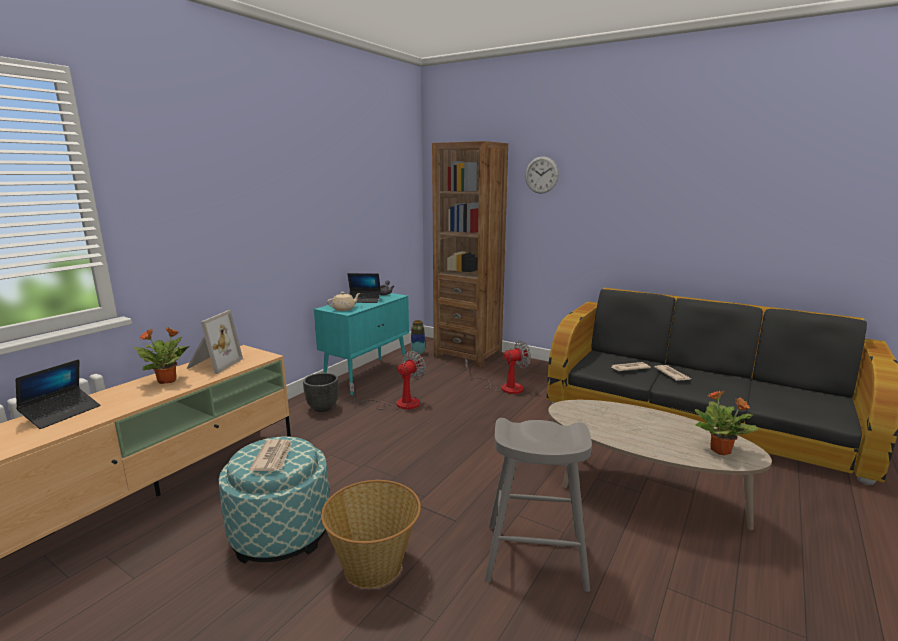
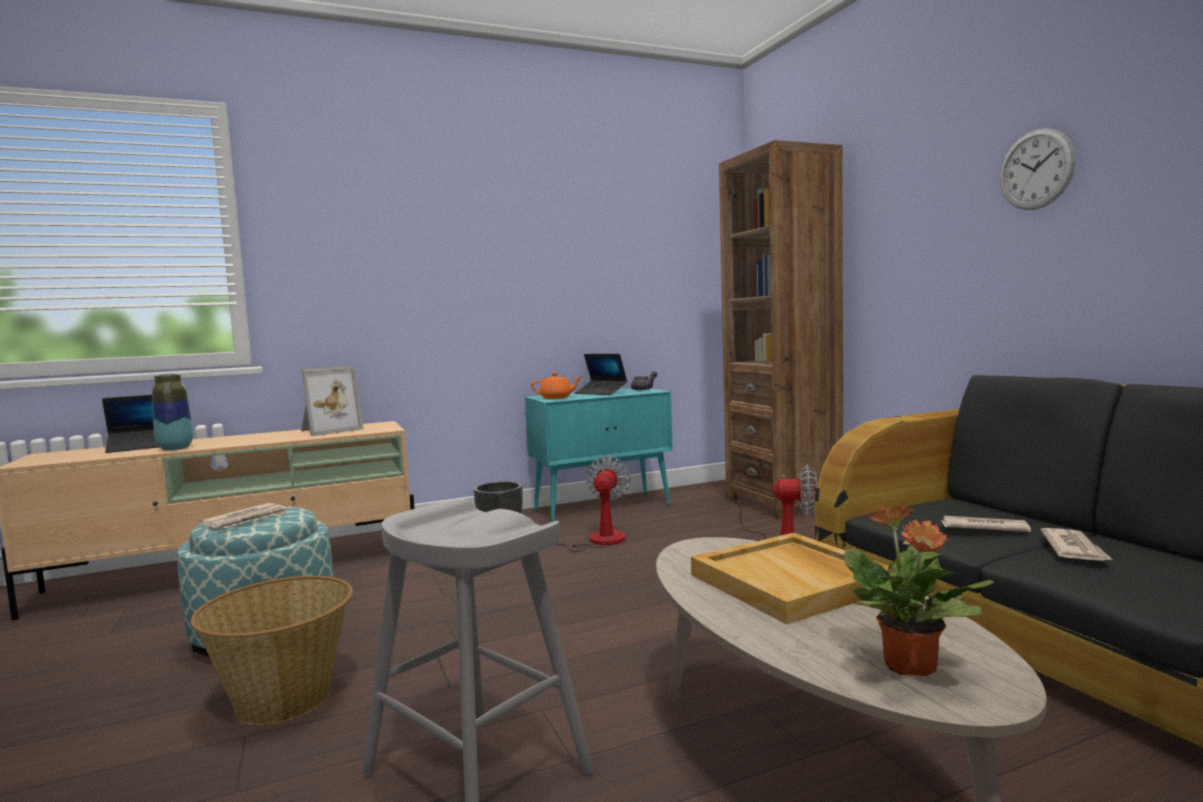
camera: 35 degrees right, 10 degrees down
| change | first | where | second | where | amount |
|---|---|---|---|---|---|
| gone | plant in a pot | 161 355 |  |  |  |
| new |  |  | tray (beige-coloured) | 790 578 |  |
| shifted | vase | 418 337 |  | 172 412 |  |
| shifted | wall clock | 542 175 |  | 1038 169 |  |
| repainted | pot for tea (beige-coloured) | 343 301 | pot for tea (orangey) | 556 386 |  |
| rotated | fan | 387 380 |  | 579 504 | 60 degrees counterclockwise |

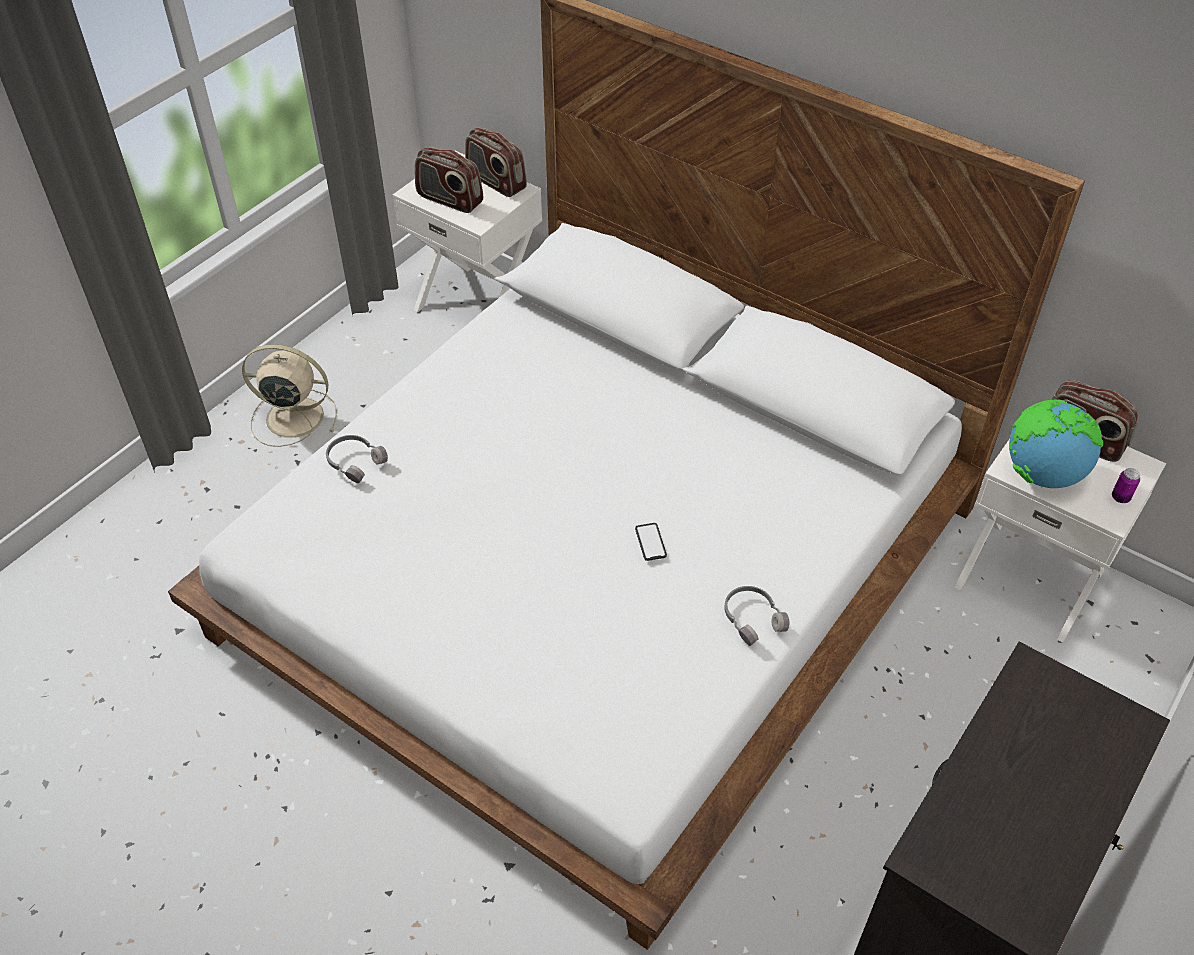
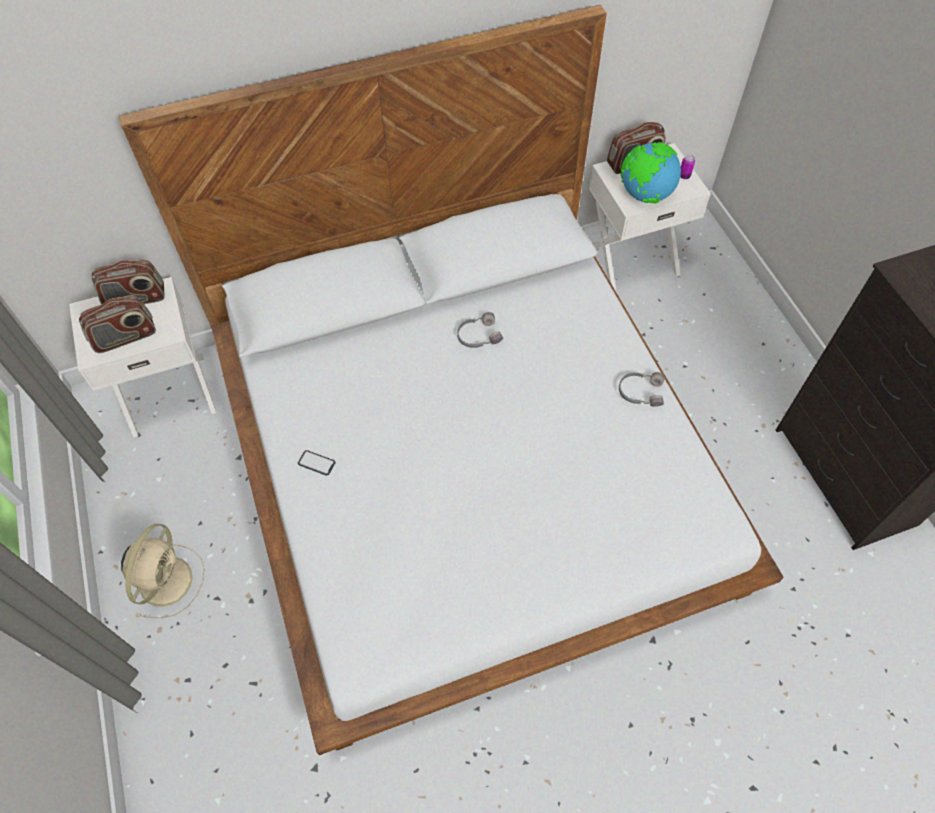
camera: 55 degrees left, 10 degrees up
| change | first | where | second | where | amount |
|---|---|---|---|---|---|
| shifted | headset (greyish) | 357 459 |  | 480 330 |  |
| shifted | handset | 651 542 |  | 317 462 |  |
| rotated | fan (beige-coloured) | 289 395 |  | 162 571 | 150 degrees clockwise |

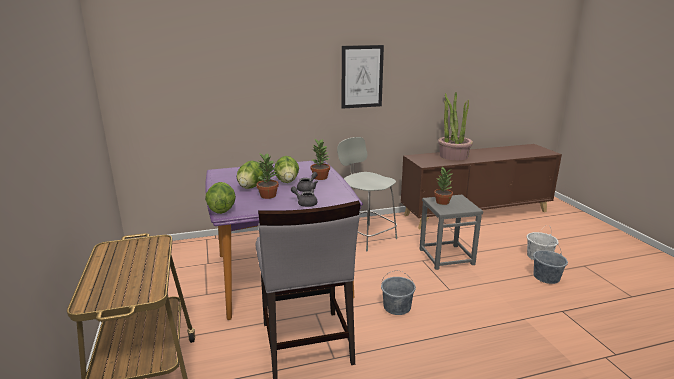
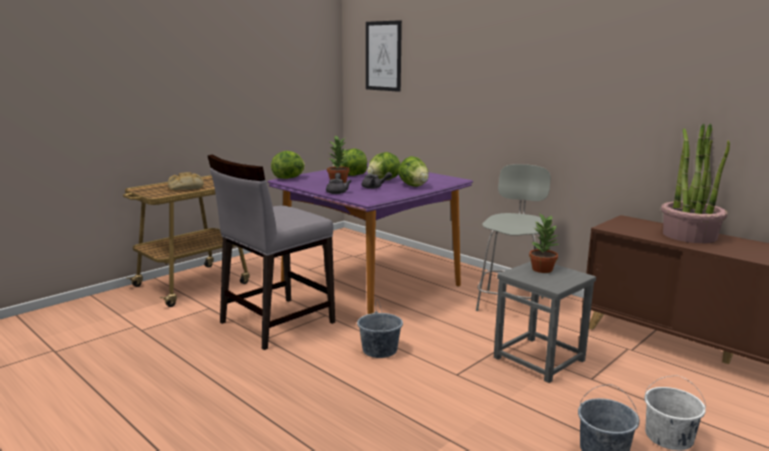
camera: 60 degrees right, 5 degrees down
| change | first | where | second | where | amount |
|---|---|---|---|---|---|
| new |  |  | bakery bread | 186 181 |  |
| shifted | wall art | 363 77 |  | 384 56 |  |
| swapped | plant in a pot | 320 159 | head of lettuce | 413 171 |  |

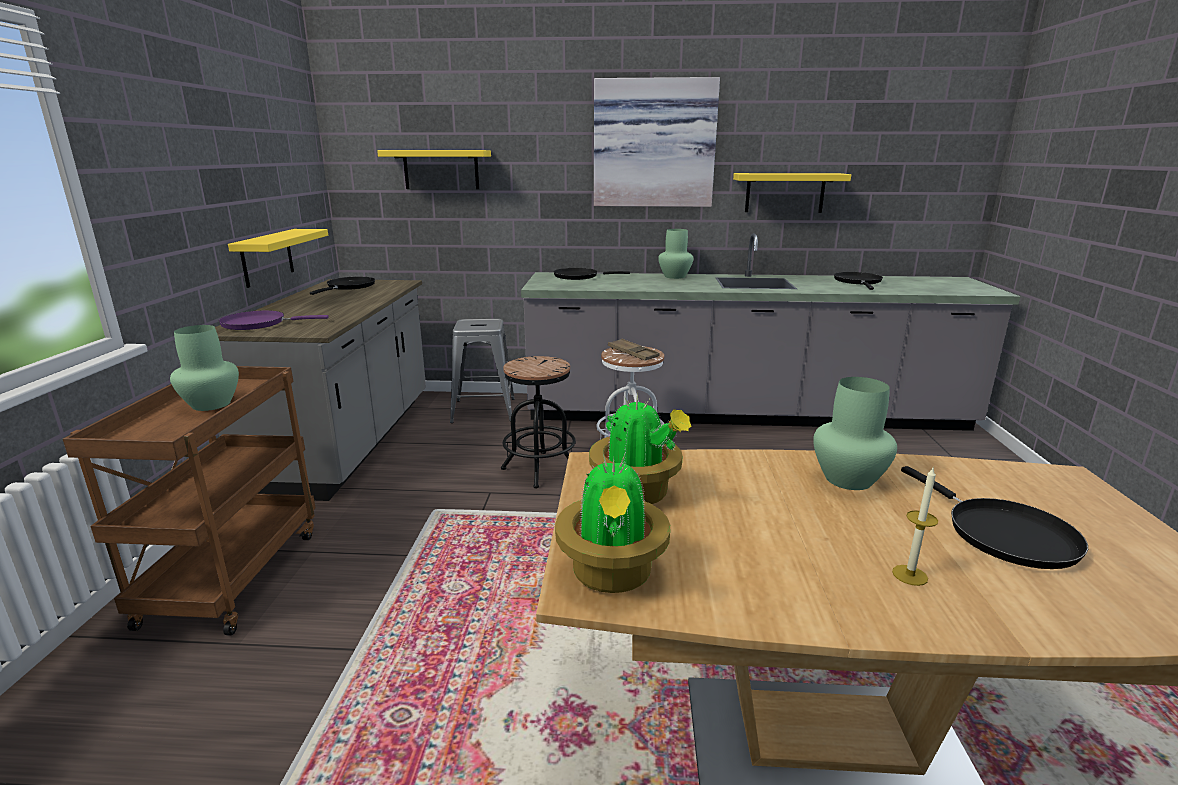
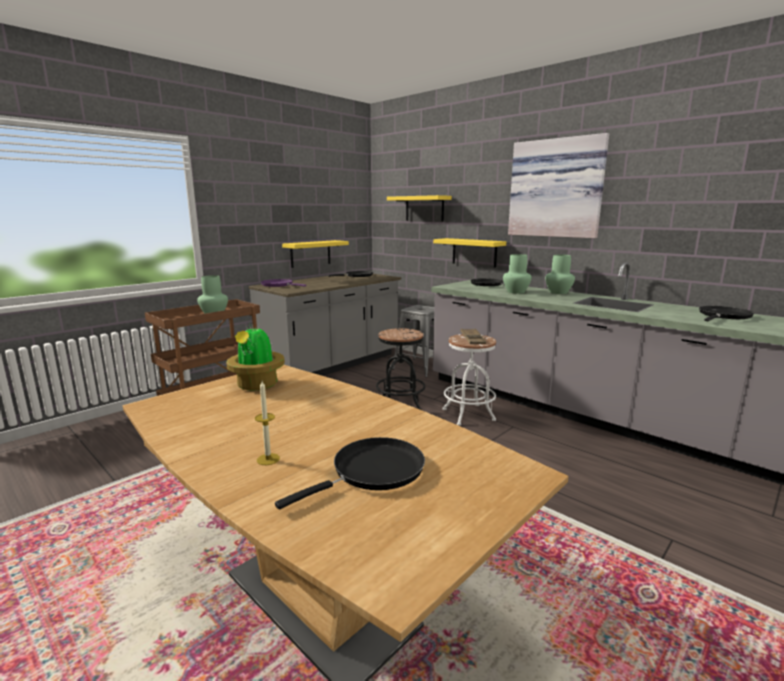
camera: 40 degrees right, 5 degrees down
| change | first | where | second | where | amount |
|---|---|---|---|---|---|
| gone | plant in a pot | 612 522 |  |  |  |
| shifted | bracket shelf (yellow-coloured) | 792 193 |  | 469 253 |  |
| shifted | vase (green-coloured) | 855 433 |  | 517 274 |  |
| rotated | pan (blackish) | 994 517 |  | 350 473 | 150 degrees counterclockwise |

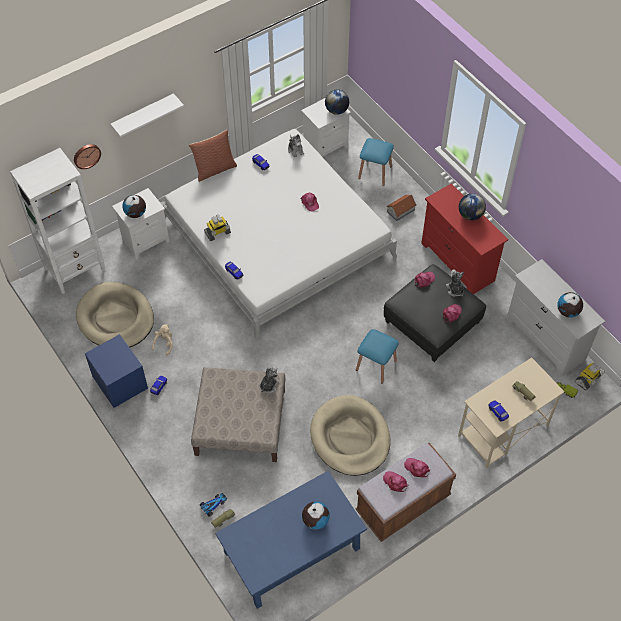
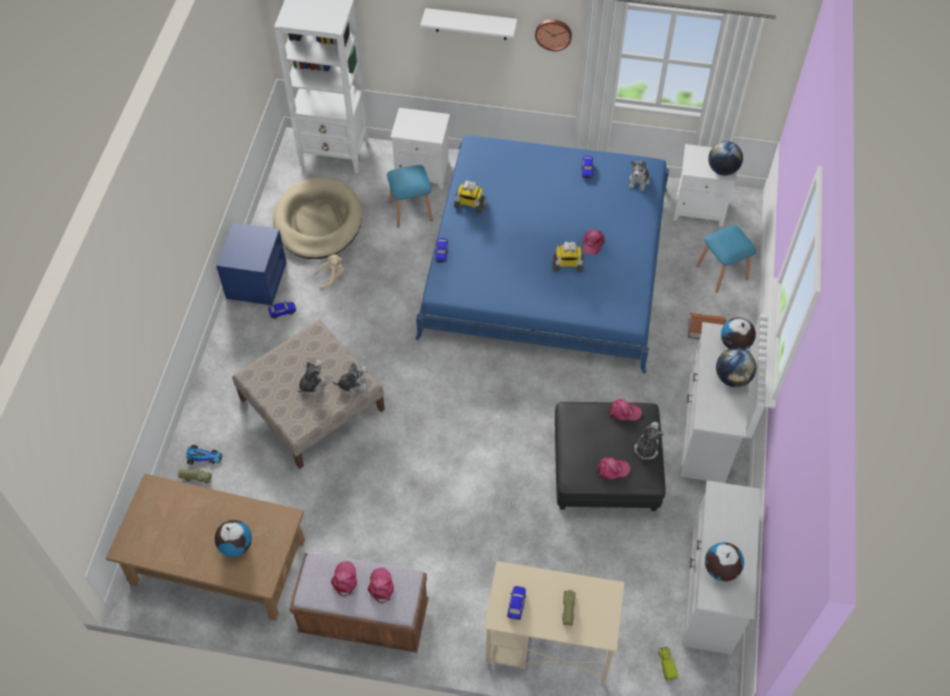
camera: 45 degrees right, 0 degrees up
| change | first | where | second | where | amount |
|---|---|---|---|---|---|
| gone | throw pillow | 213 156 |  |  |  |
| gone | dog bed (beige-coloured) | 350 435 |  |  |  |
| new |  |  | cuddly toy | 312 377 |  |
| shifted | wall clock | 87 156 |  | 553 35 |  |
| shifted | globe | 134 206 |  | 738 333 |  |
| shifted | stool seat (blue-coloured) | 377 356 |  | 410 196 |  |
| shifted | toy robot | 590 377 |  | 568 256 |  |
| repainted | sleeping bed (white-coloured) | 278 233 | sleeping bed (blue-coloured) | 542 254 |  |
| repainted | low table (blue-coloured) | 291 540 | low table (brown) | 205 547 |  |
| repainted | drawer chest (red-coloured) | 464 238 | drawer chest (white-coloured) | 715 402 |  |

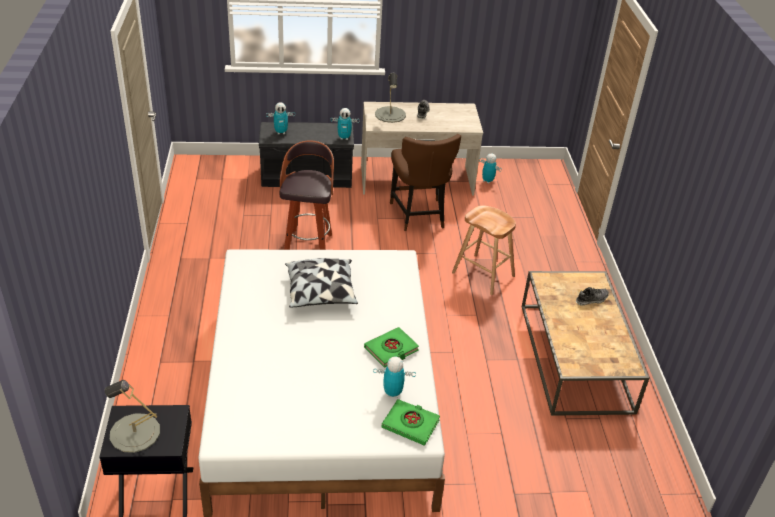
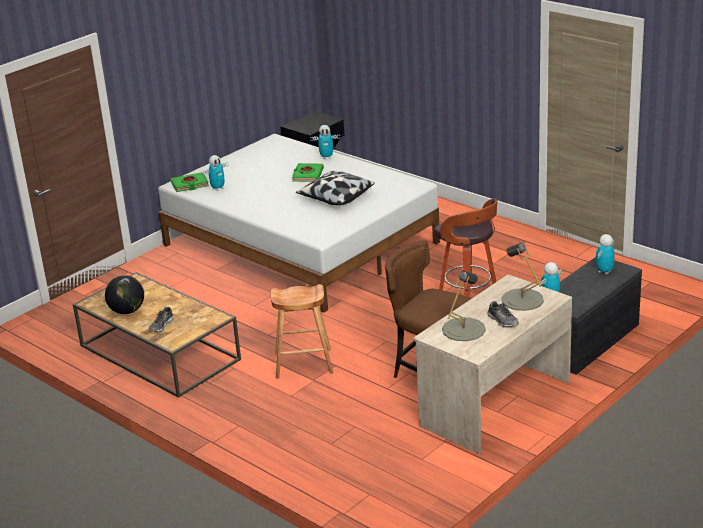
camera: 140 degrees right, 10 degrees down
| change | first | where | second | where | amount |
|---|---|---|---|---|---|
| new |  |  | globe | 124 294 |  |
| shifted | lamp for a table (greyish) | 132 416 |  | 464 306 |  |
| shifted | volume (green-coloured) | 391 347 |  | 308 172 |  |
| shifted | toy robot | 490 168 |  | 325 142 |  |

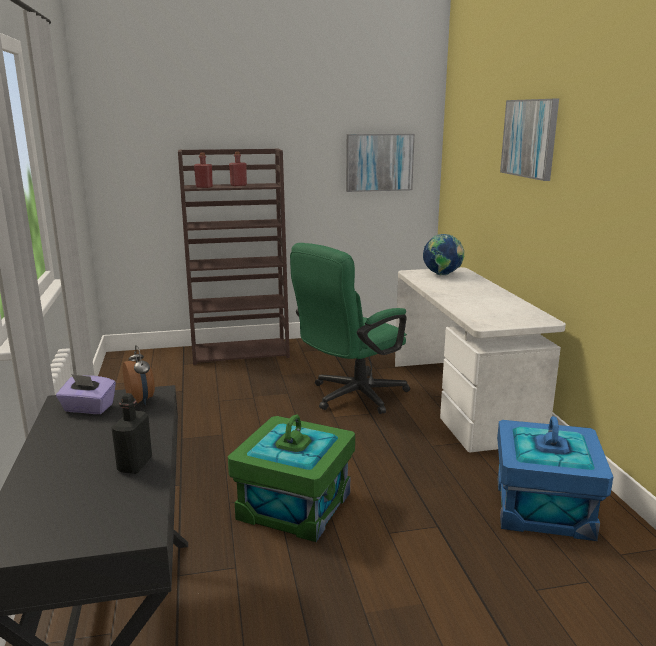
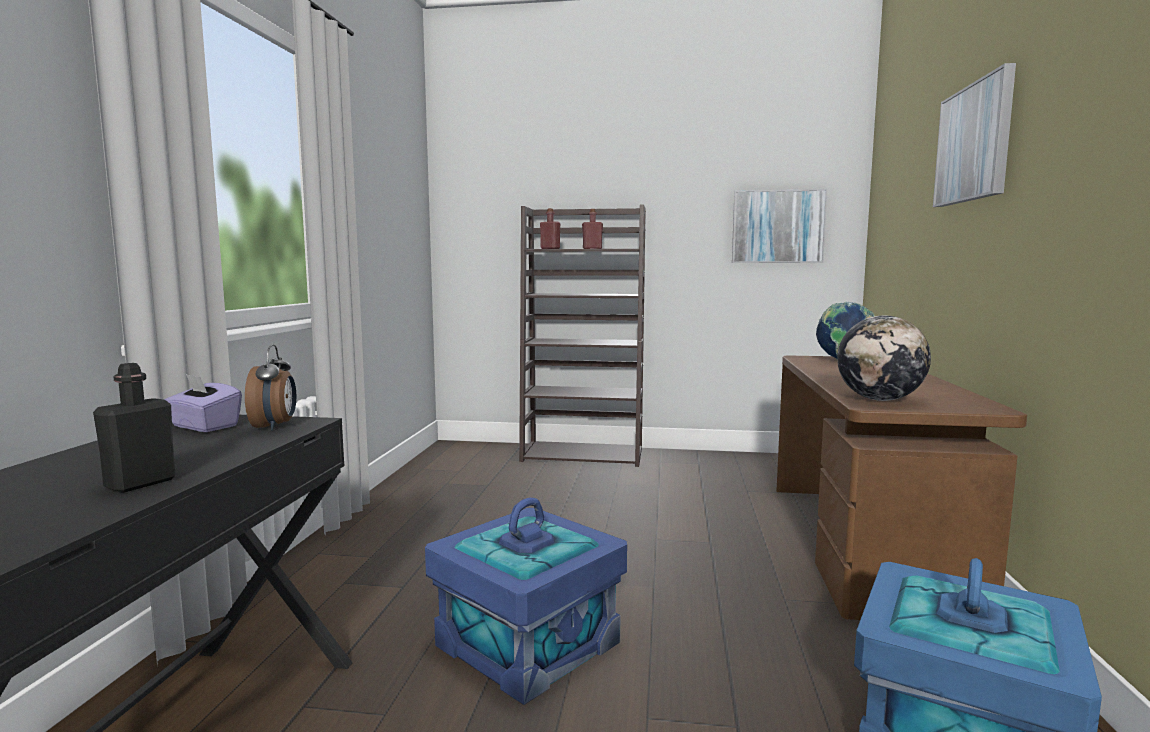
camera: 20 degrees right, 10 degrees down
| change | first | where | second | where | amount |
|---|---|---|---|---|---|
| gone | computer chair (green-coloured) | 350 328 |  |  |  |
| new |  |  | globe | 884 358 |  |
| repainted | storage bin (green-coloured) | 291 478 | storage bin (blue-coloured) | 526 601 |  |
| repainted | desk table (white-coloured) | 480 359 | desk table (brown) | 901 487 |  |

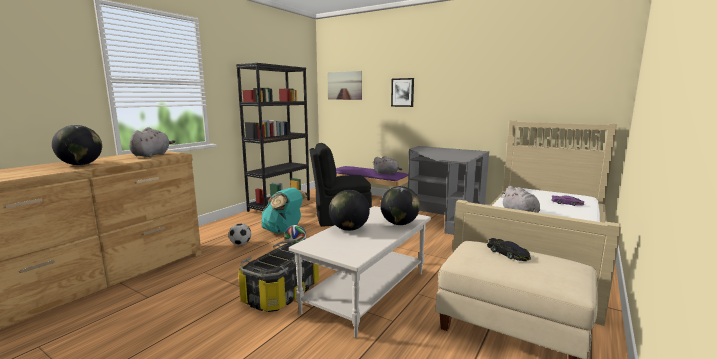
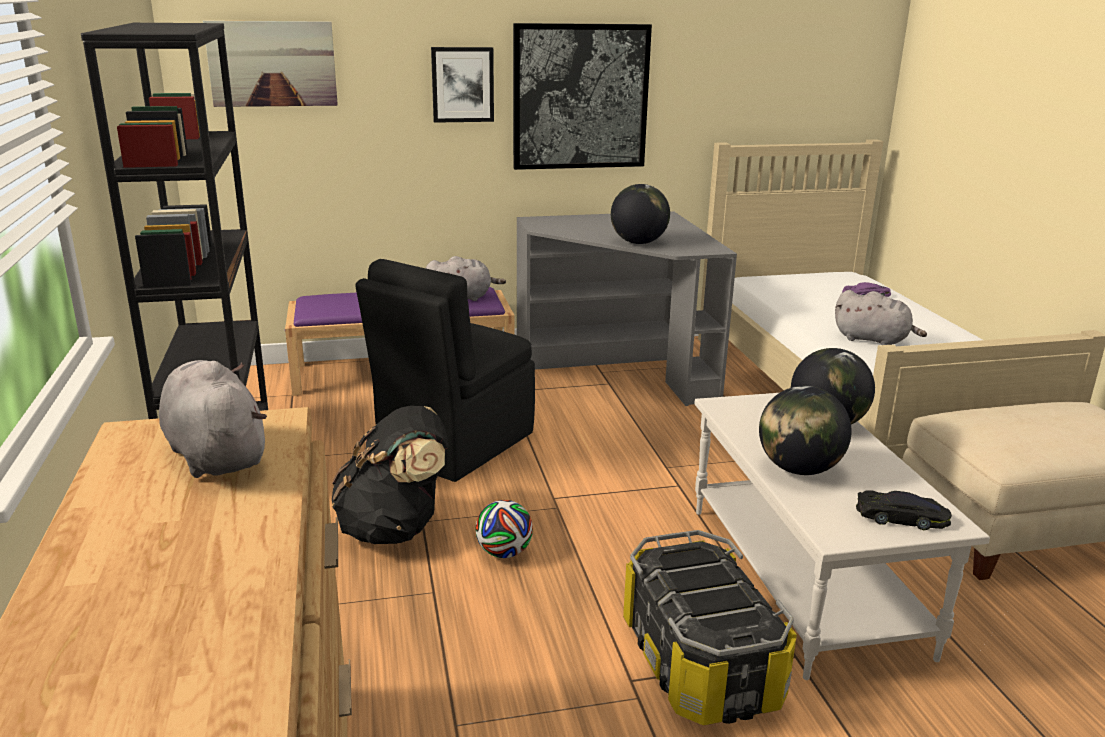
camera: 45 degrees left, 10 degrees up
| change | first | where | second | where | amount |
|---|---|---|---|---|---|
| gone | ball for football | 240 234 |  |  |  |
| new |  |  | wall art | 582 96 |  |
| shifted | globe | 77 145 |  | 640 214 |  |
| shifted | toy car (blackish) | 509 249 |  | 904 510 |  |
| repainted | rucksack (turquoise) | 284 210 | rucksack (blackish) | 390 474 |  |

